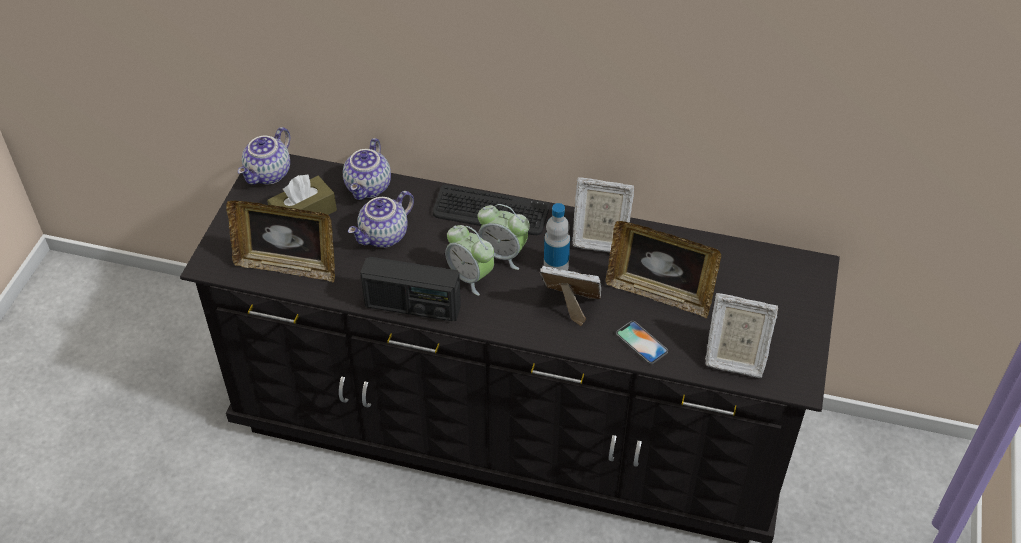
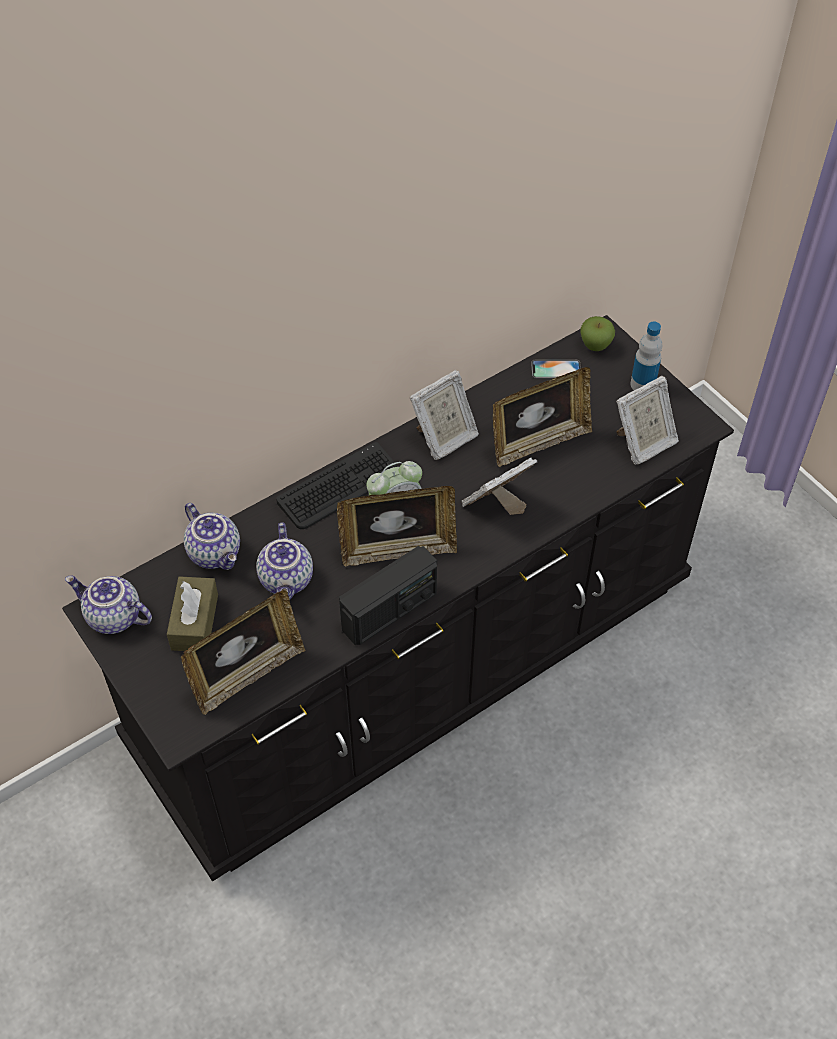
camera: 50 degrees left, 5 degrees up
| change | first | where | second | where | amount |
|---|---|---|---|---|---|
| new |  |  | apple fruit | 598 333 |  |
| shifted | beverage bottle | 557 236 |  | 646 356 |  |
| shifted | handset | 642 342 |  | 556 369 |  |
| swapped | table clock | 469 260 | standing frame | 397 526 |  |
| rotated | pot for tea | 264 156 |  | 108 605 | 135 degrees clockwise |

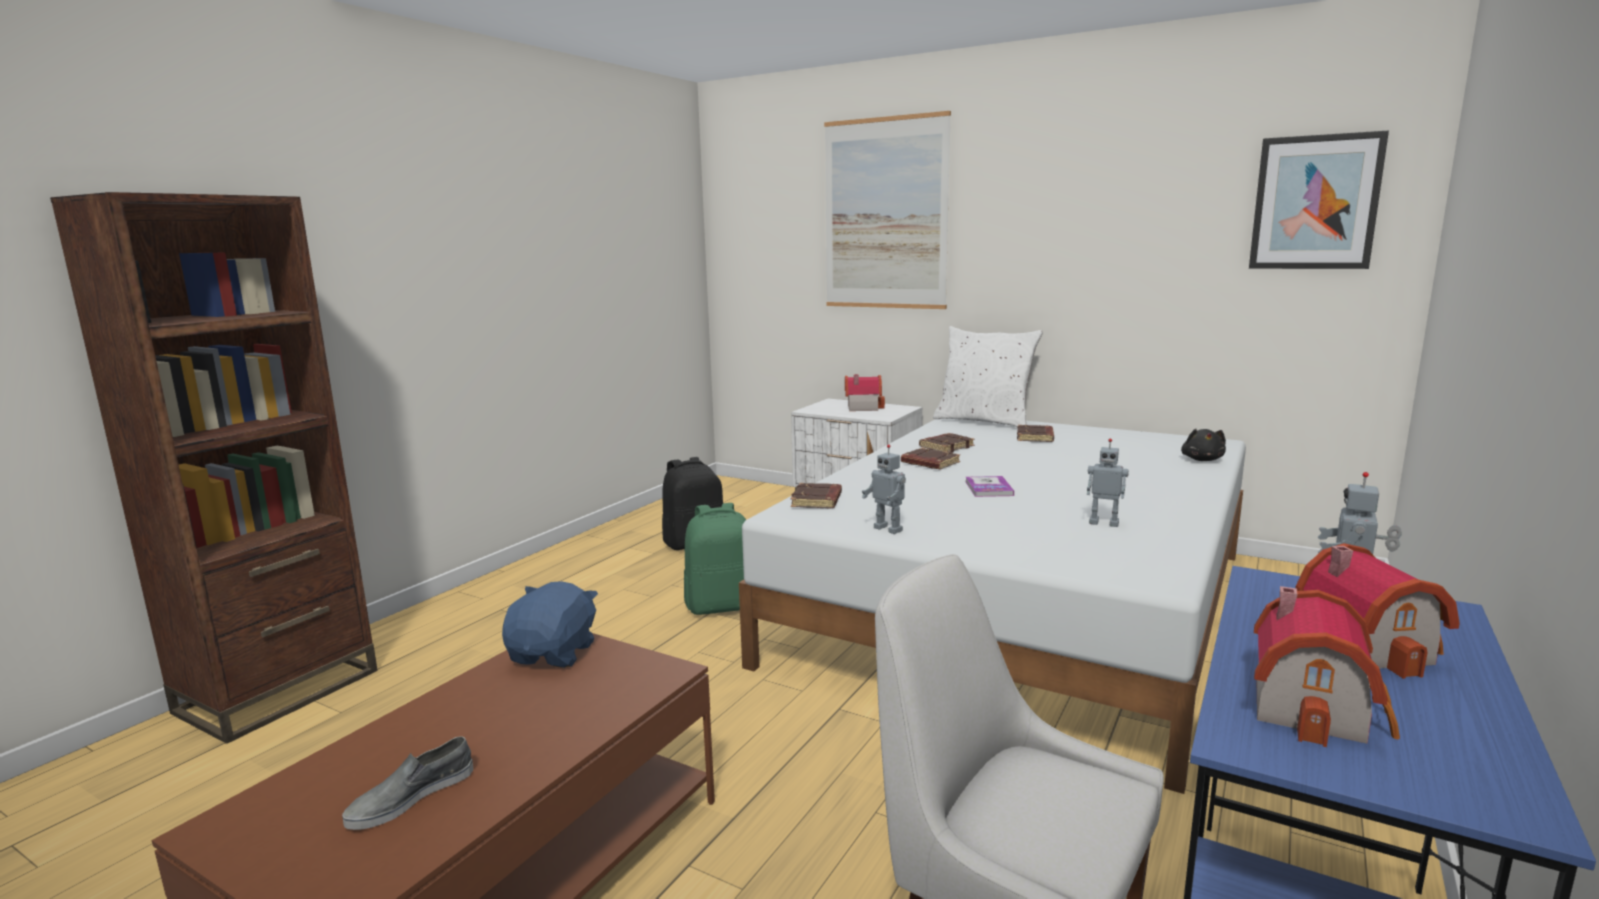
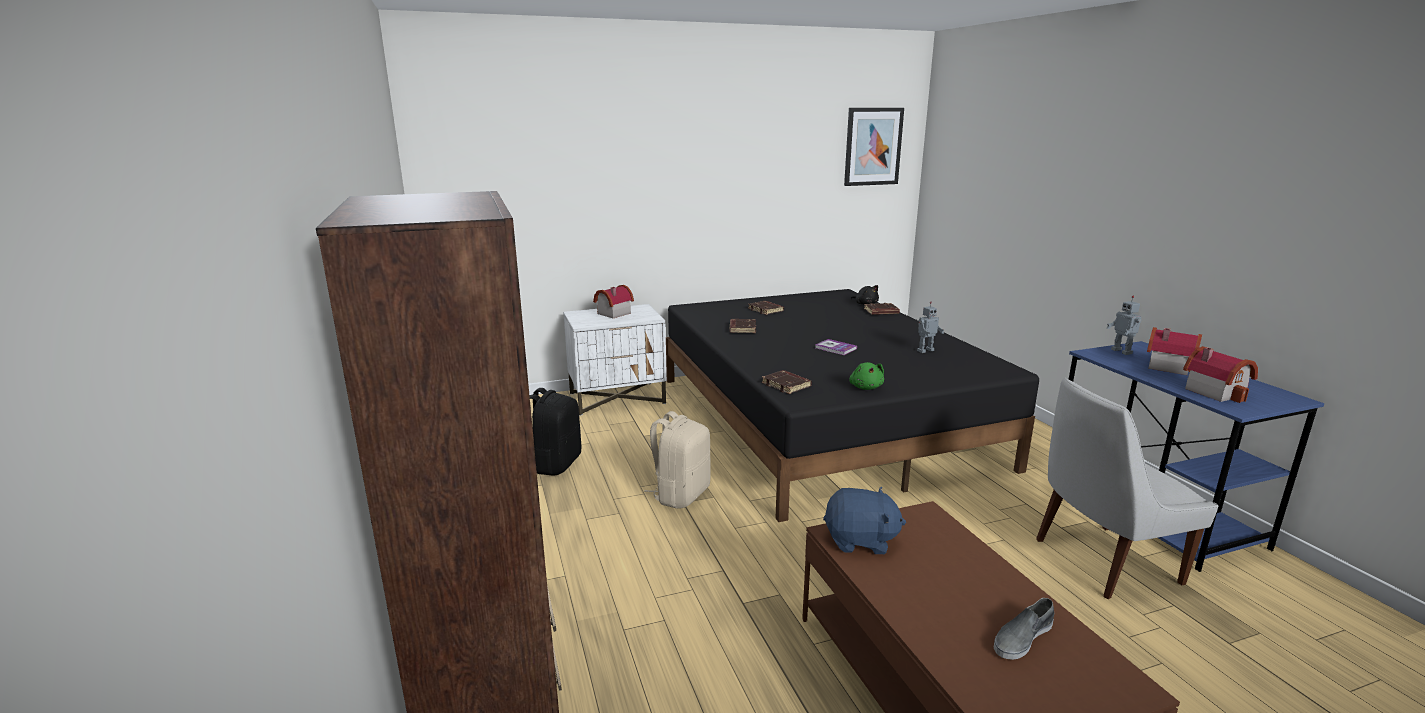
camera: 50 degrees left, 5 degrees up
| change | first | where | second | where | amount |
|---|---|---|---|---|---|
| gone | wall art | 887 210 |  |  |  |
| gone | throw pillow (white-coloured) | 988 376 |  |  |  |
| shifted | volume (brown) | 930 458 |  | 882 309 |  |
| swapped | toy robot | 884 489 | cuddly toy (green-coloured) | 866 376 |  |
| repainted | rucksack (green-coloured) | 715 559 | rucksack (beige-coloured) | 677 460 |  |
| repainted | sleeping bed (white-coloured) | 992 606 | sleeping bed (blackish) | 852 405 |  |
| rotated | item of footwear (greyish) | 407 783 |  | 1024 629 | 60 degrees clockwise |
| rotated | cuddly toy (blue-coloured) | 550 624 |  | 864 520 | 135 degrees clockwise |

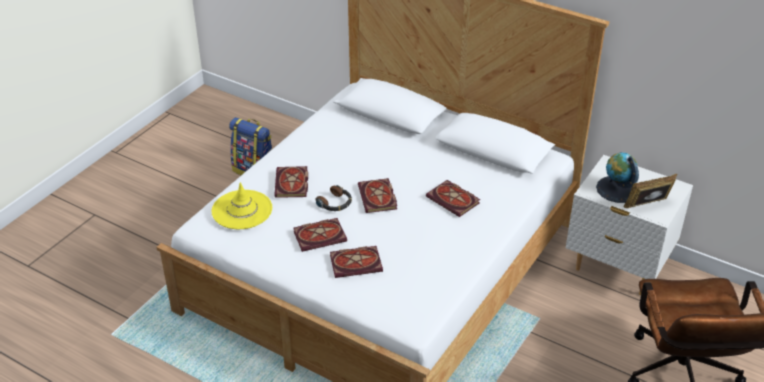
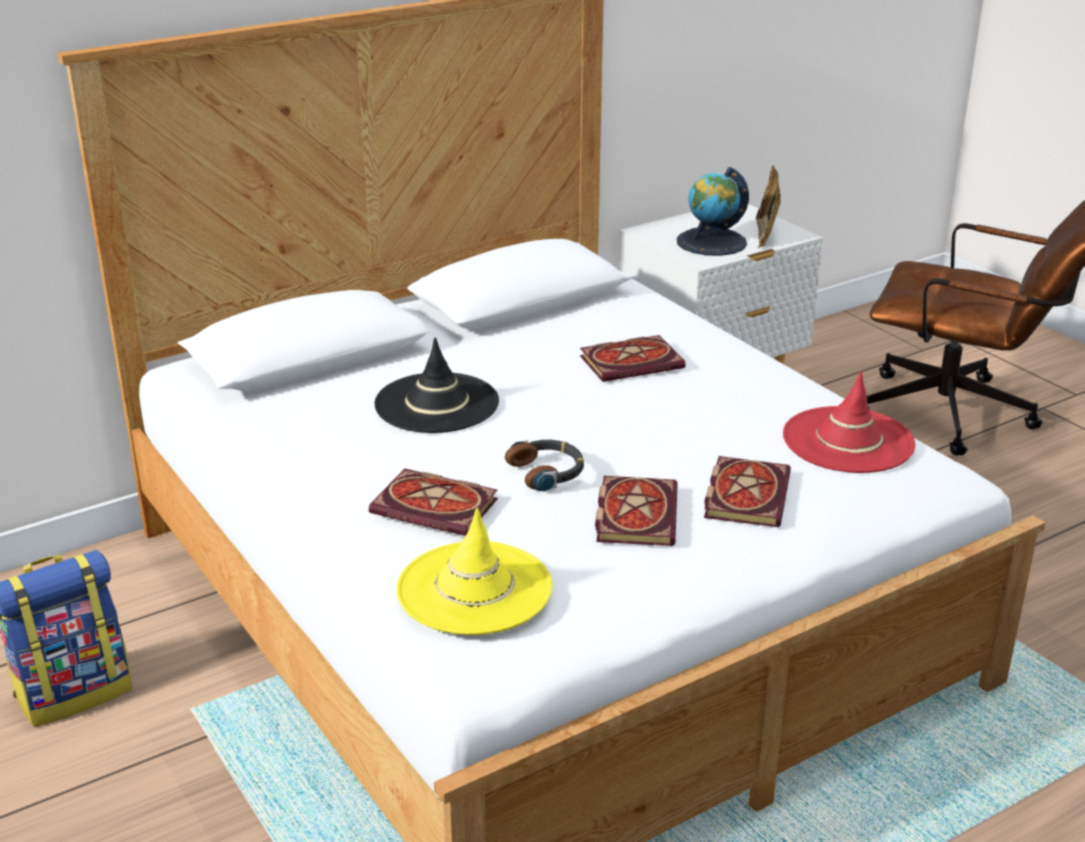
camera: 65 degrees left, 10 degrees down
| change | first | where | second | where | amount |
|---|---|---|---|---|---|
| gone | volume | 377 195 |  |  |  |
| new |  |  | wearable hat (blackish) | 437 385 |  |
| new |  |  | wearable hat (red-coloured) | 849 422 |  |

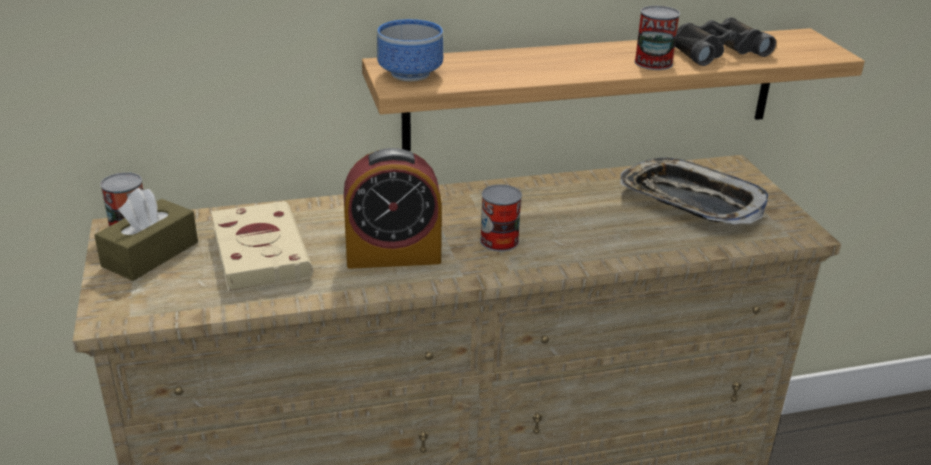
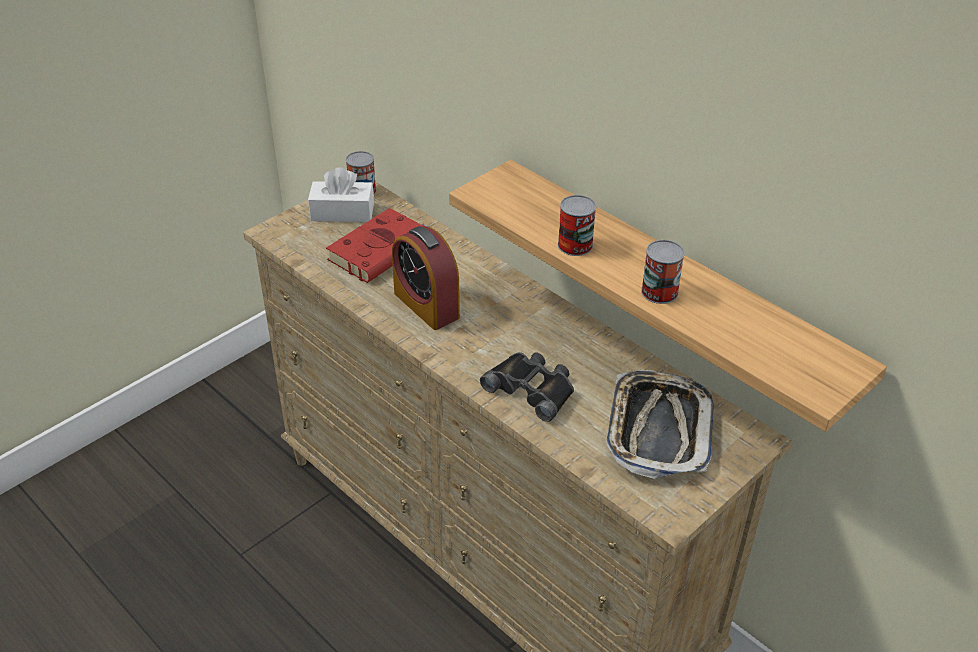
camera: 60 degrees right, 10 degrees up
| change | first | where | second | where | amount |
|---|---|---|---|---|---|
| gone | serving bowl | 410 50 |  |  |  |
| shifted | can | 501 218 |  | 577 225 |  |
| shifted | binoculars (blackish) | 725 41 |  | 527 387 |  |
| repainted | box of tissues (brown) | 146 234 | box of tissues (white-coloured) | 341 194 |  |
| repainted | volume (beige-coloured) | 262 247 | volume (red-coloured) | 377 245 |  |

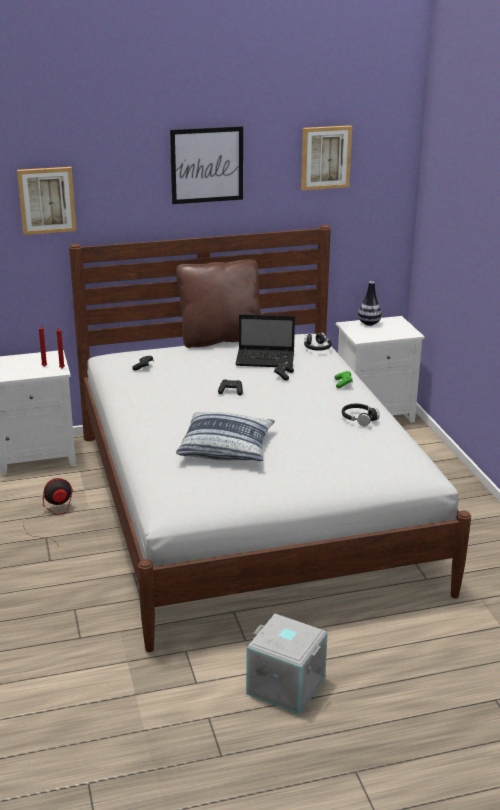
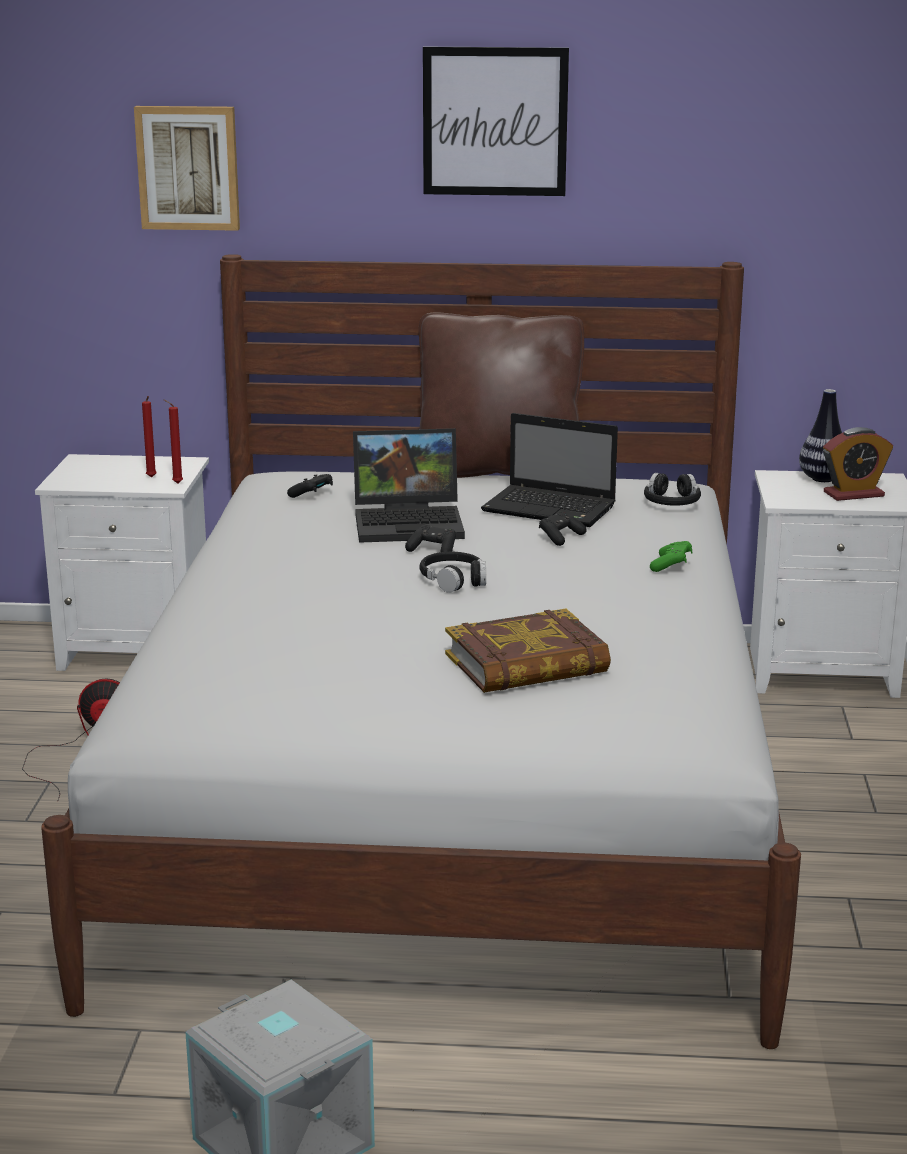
camera: 20 degrees right, 5 degrees down
| change | first | where | second | where | amount |
|---|---|---|---|---|---|
| gone | throw pillow | 225 436 |  |  |  |
| gone | wall art | 326 157 |  |  |  |
| new |  |  | portable computer | 409 485 |  |
| new |  |  | volume | 528 651 |  |
| new |  |  | table clock | 858 464 |  |
| shifted | headset (blackish) | 361 415 |  | 453 572 |  |

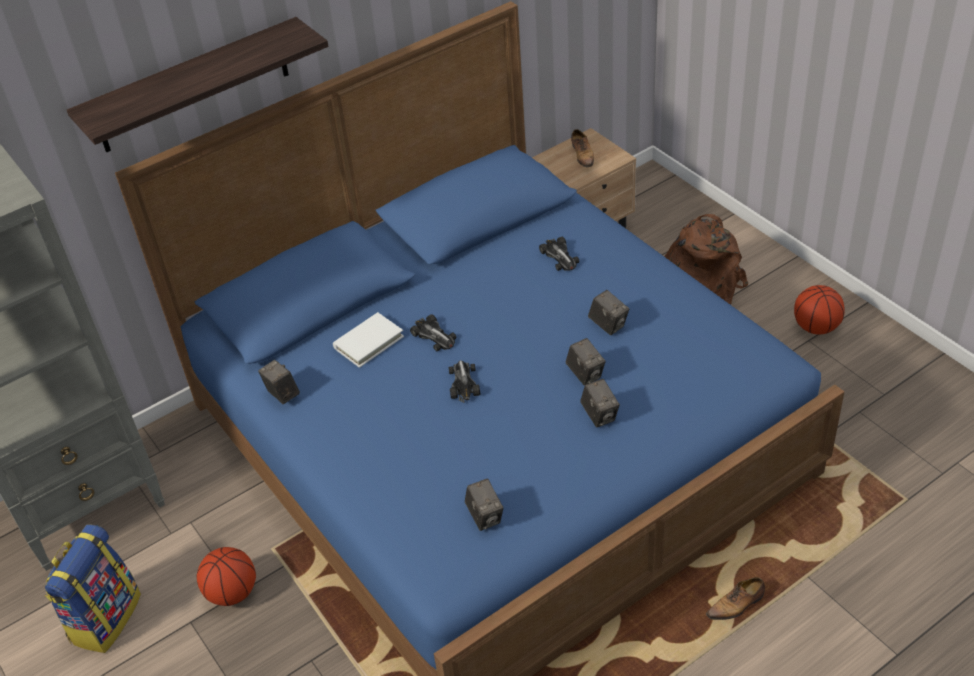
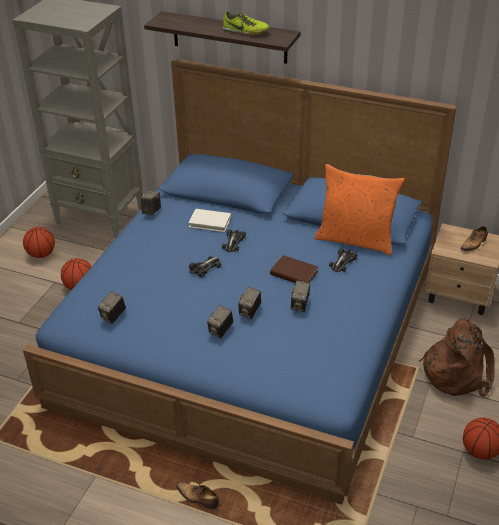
camera: 55 degrees right, 5 degrees down
| change | first | where | second | where | amount |
|---|---|---|---|---|---|
| new |  |  | item of footwear | 246 22 |  |
| new |  |  | volume (brown) | 294 269 |  |
| new |  |  | throw pillow (orangey) | 360 210 |  |
| swapped | rucksack | 93 589 | basketball ball | 39 242 |  |

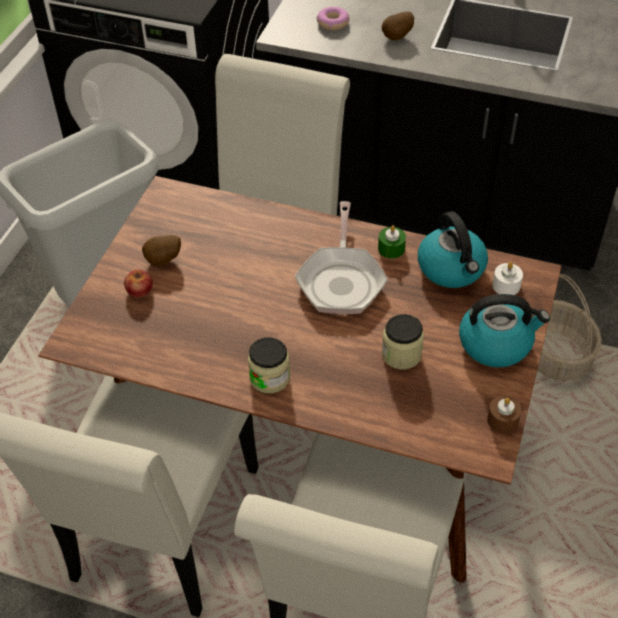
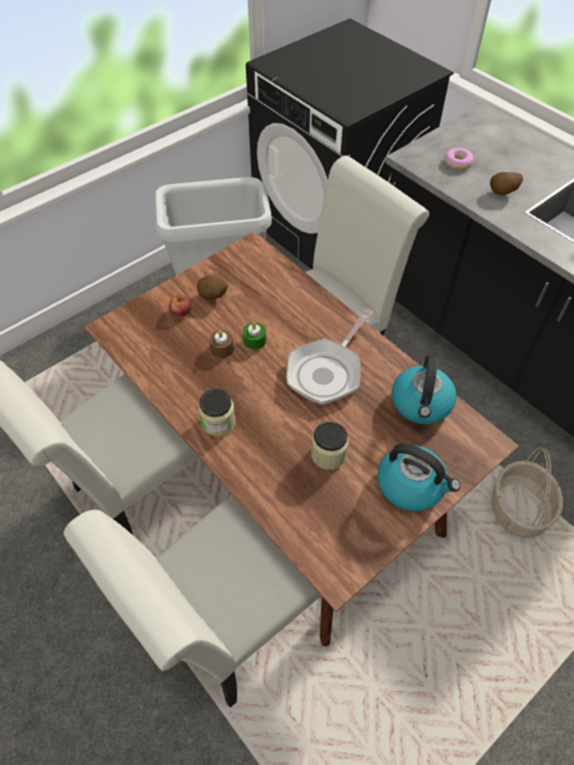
camera: 30 degrees right, 5 degrees up
| change | first | where | second | where | amount |
|---|---|---|---|---|---|
| gone | wax candle (white-coloured) | 507 278 |  |  |  |
| shifted | wax candle (green-coloured) | 392 242 |  | 254 336 |  |
| shifted | wax candle (brown) | 504 414 |  | 221 344 |  |

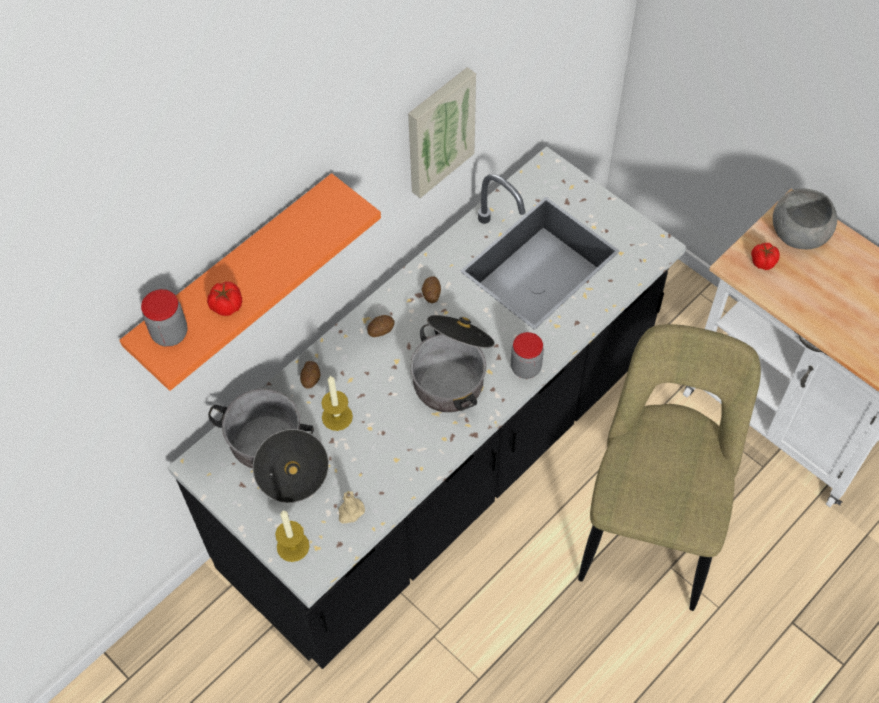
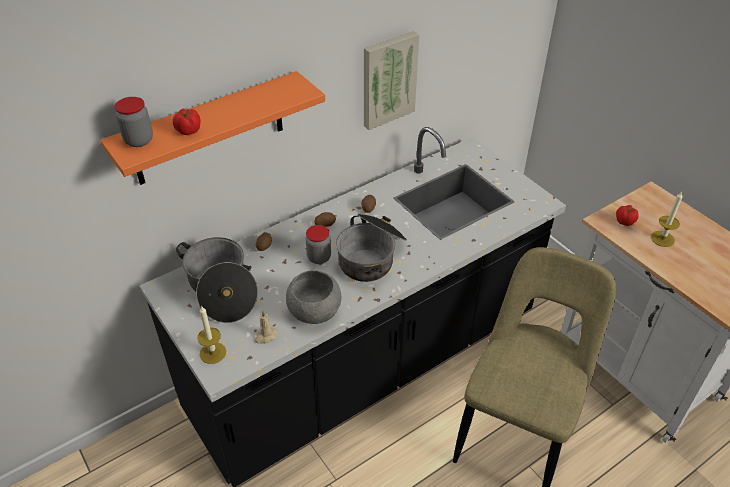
camera: 10 degrees right, 15 degrees down
| change | first | where | second | where | amount |
|---|---|---|---|---|---|
| shifted | wax candle | 337 403 |  | 667 219 |  |
| shifted | storage jar | 527 355 |  | 318 244 |  |
| shifted | serving bowl (greyish) | 805 218 |  | 313 297 |  |

